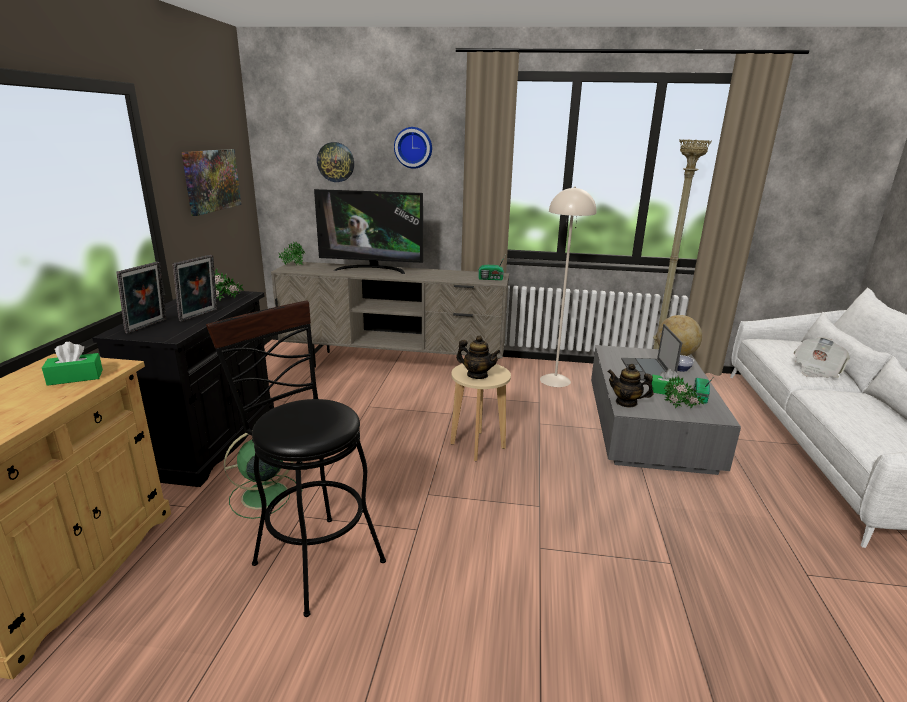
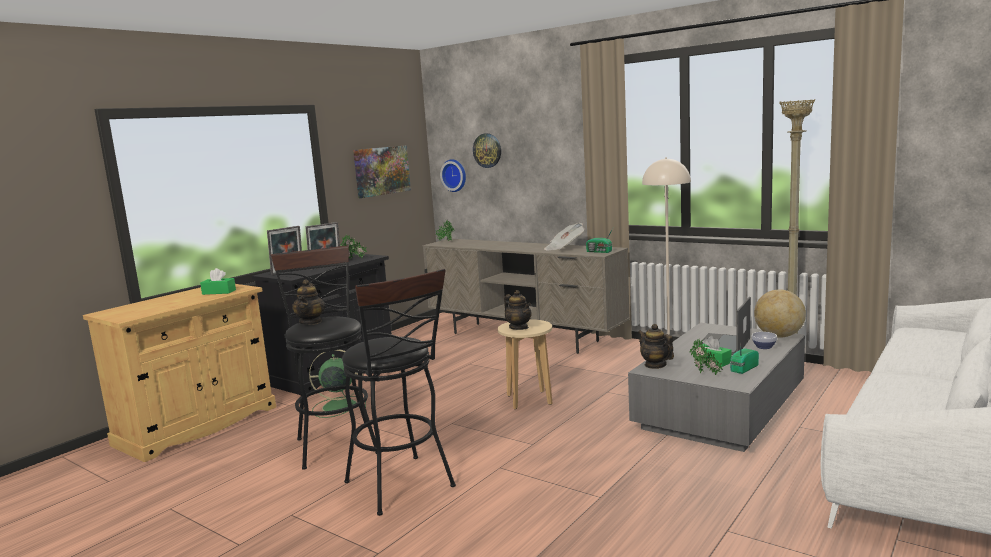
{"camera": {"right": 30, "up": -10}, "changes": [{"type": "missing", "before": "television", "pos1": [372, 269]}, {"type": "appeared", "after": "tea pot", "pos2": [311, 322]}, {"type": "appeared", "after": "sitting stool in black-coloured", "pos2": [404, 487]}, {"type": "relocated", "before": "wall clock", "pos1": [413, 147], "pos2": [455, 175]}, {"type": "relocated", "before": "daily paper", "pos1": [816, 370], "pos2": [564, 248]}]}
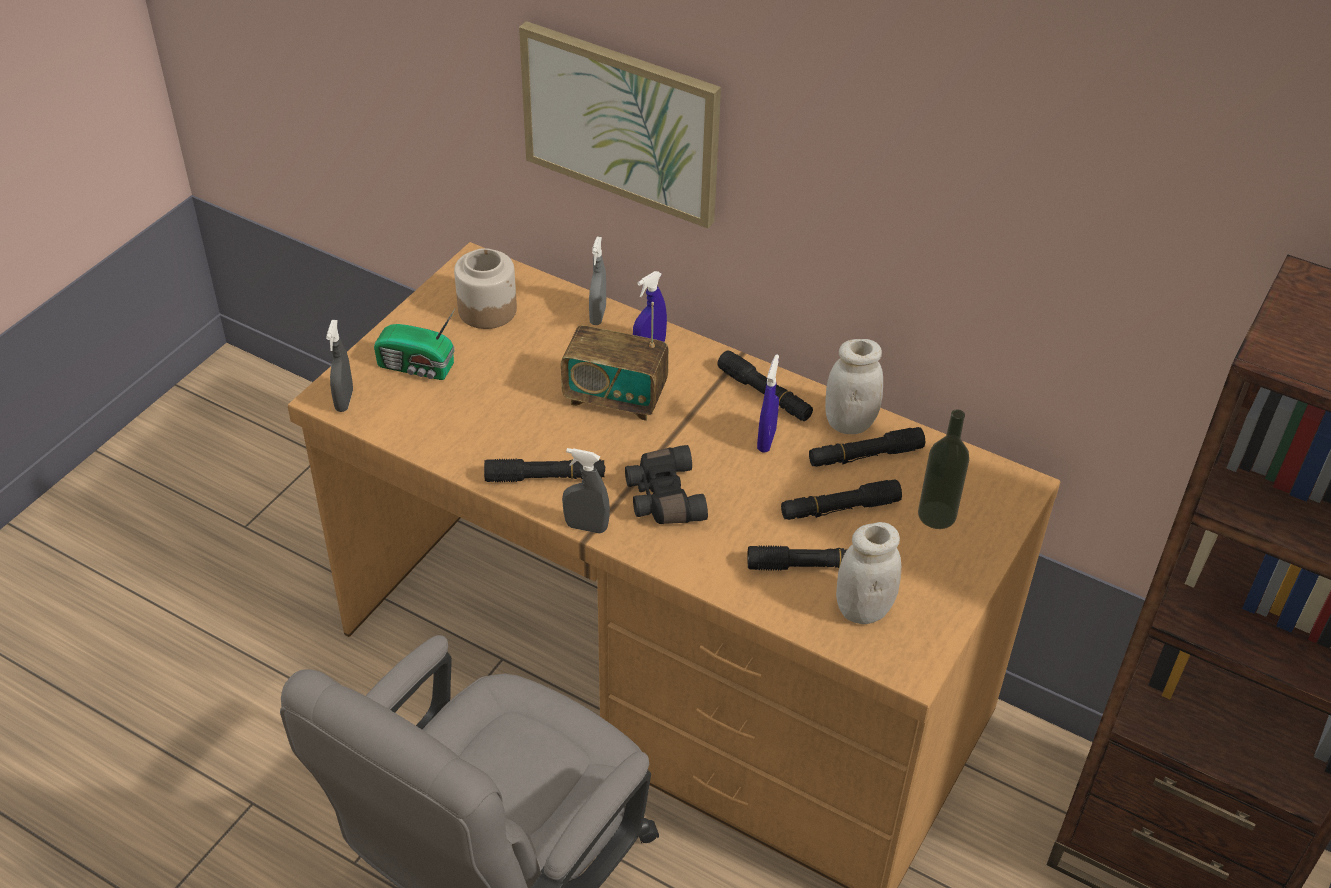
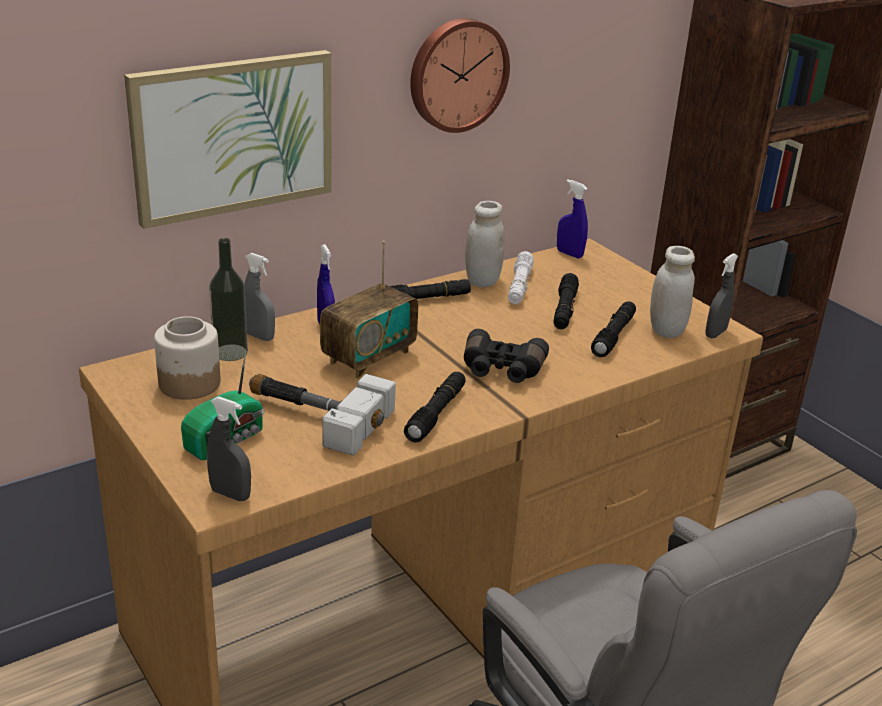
{"camera": {"right": -65, "up": -15}, "changes": [{"type": "appeared", "after": "hammer", "pos2": [314, 415]}, {"type": "appeared", "after": "wall clock", "pos2": [457, 74]}, {"type": "relocated", "before": "spray bottle in gray", "pos1": [586, 527], "pos2": [715, 333]}, {"type": "relocated", "before": "spray bottle in blue", "pos1": [766, 440], "pos2": [569, 254]}, {"type": "relocated", "before": "drink bottle", "pos1": [937, 515], "pos2": [230, 352]}, {"type": "colour", "before": "hand torch in black-coloured", "after": "hand torch in white-coloured", "pos1": [865, 456], "pos2": [519, 286]}]}
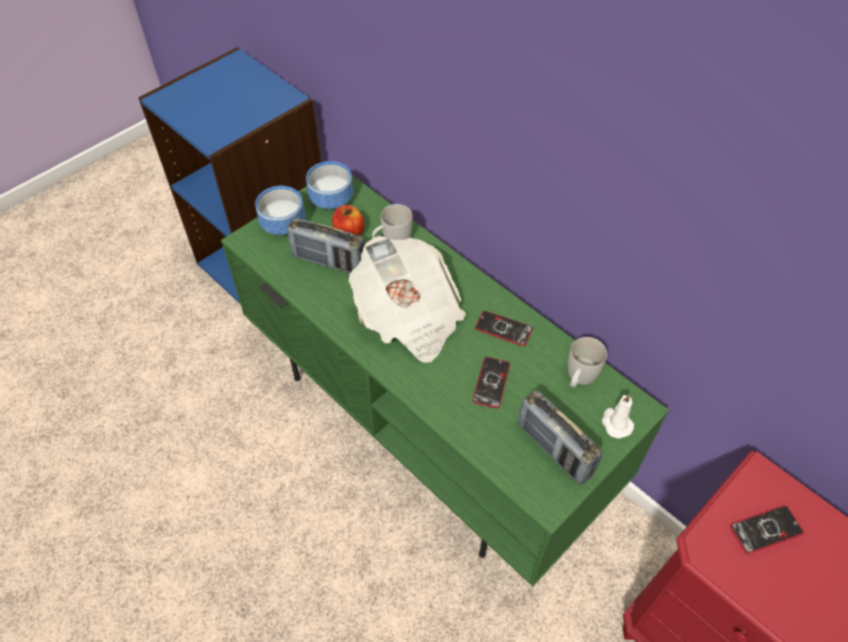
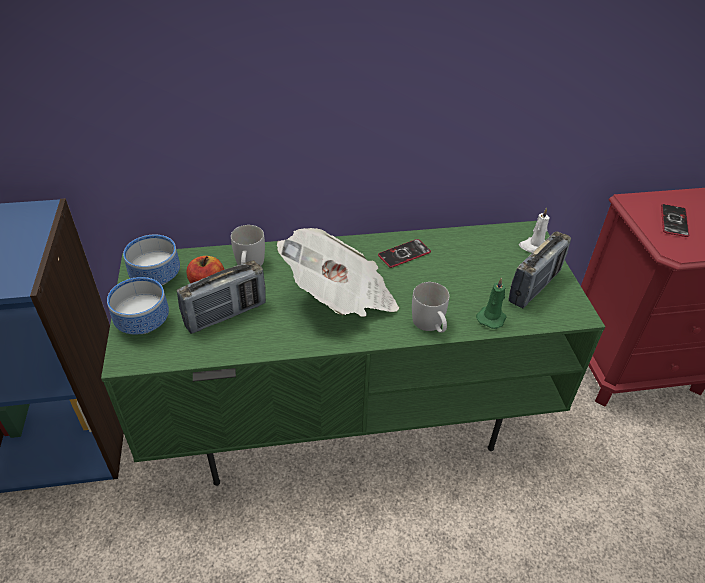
{"camera": {"right": -55, "up": -10}, "changes": [{"type": "missing", "before": "phone", "pos1": [491, 383]}, {"type": "appeared", "after": "wax candle in green-coloured", "pos2": [491, 317]}, {"type": "relocated", "before": "tea mug in white-coloured", "pos1": [579, 377], "pos2": [430, 325]}, {"type": "spun", "before": "radio set", "pos1": [554, 450], "pos2": [534, 286], "turn": -45}]}
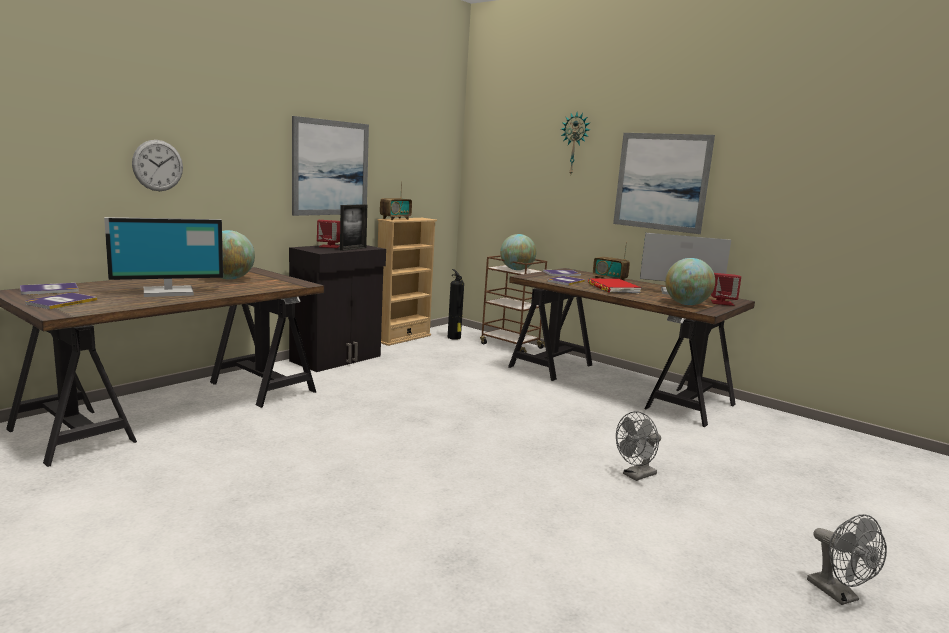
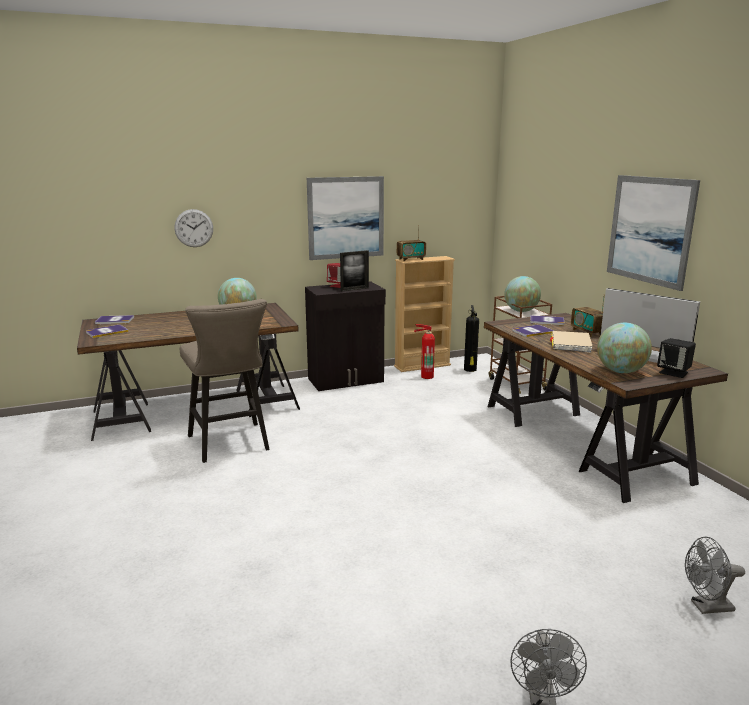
{"camera": {"right": 30, "up": 5}, "changes": [{"type": "missing", "before": "computer display", "pos1": [168, 292]}, {"type": "missing", "before": "wall clock", "pos1": [575, 144]}, {"type": "appeared", "after": "sitting stool in sand-coloured", "pos2": [231, 445]}, {"type": "appeared", "after": "fire-fighting cylinder", "pos2": [426, 376]}, {"type": "relocated", "before": "electric fan in gray", "pos1": [636, 476], "pos2": [706, 607]}, {"type": "colour", "before": "book in red", "after": "book in sand-coloured", "pos1": [613, 288], "pos2": [570, 344]}, {"type": "colour", "before": "loudspeaker in red", "after": "loudspeaker in black-coloured", "pos1": [722, 303], "pos2": [674, 372]}]}
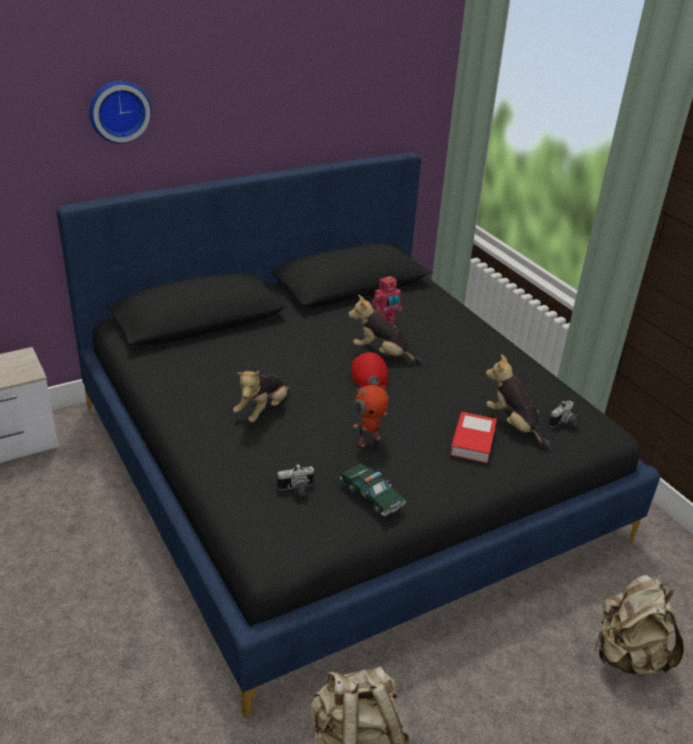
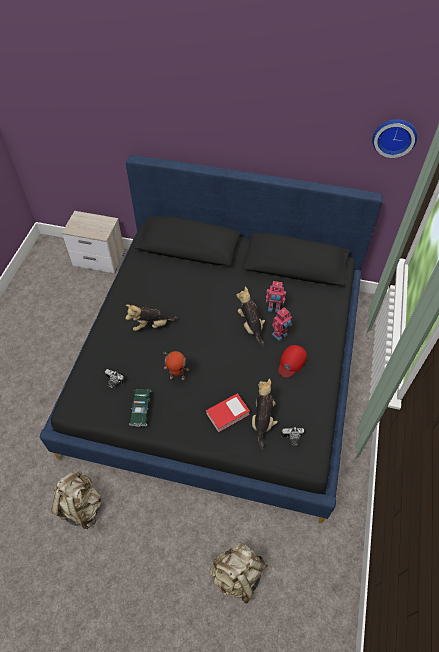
{"camera": {"right": 45, "up": 20}, "changes": [{"type": "appeared", "after": "model robot", "pos2": [280, 335]}, {"type": "relocated", "before": "wall clock", "pos1": [118, 110], "pos2": [394, 136]}, {"type": "relocated", "before": "baseball cap in red", "pos1": [370, 378], "pos2": [291, 362]}]}
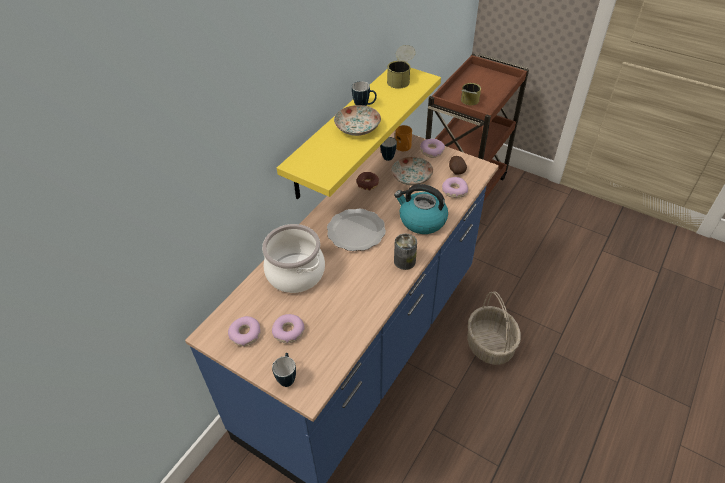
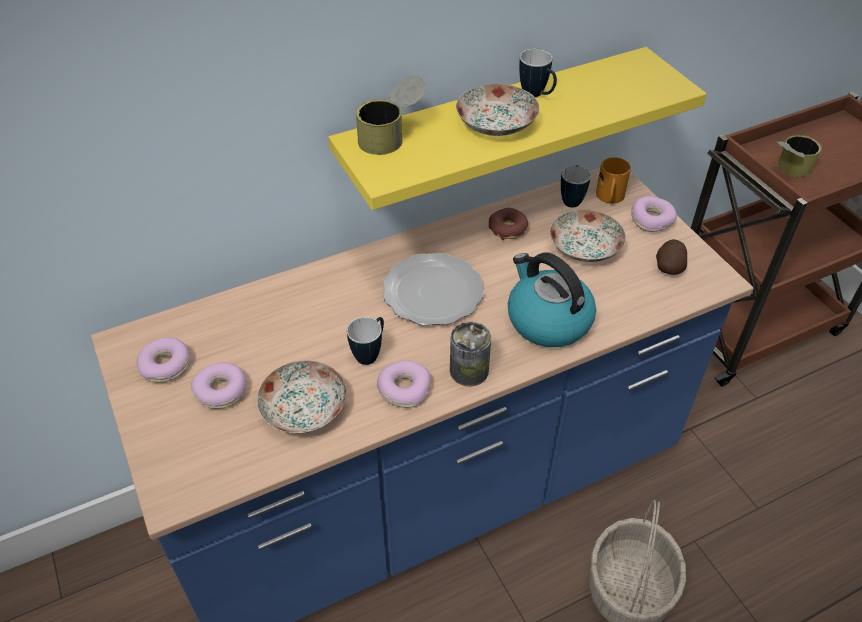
{"camera": {"right": 30, "up": 0}, "changes": [{"type": "missing", "before": "saucepot", "pos1": [295, 273]}, {"type": "appeared", "after": "plate", "pos2": [305, 409]}, {"type": "relocated", "before": "tea mug", "pos1": [287, 377], "pos2": [370, 353]}, {"type": "relocated", "before": "sealed can", "pos1": [401, 78], "pos2": [392, 137]}, {"type": "relocated", "before": "doughnut", "pos1": [454, 191], "pos2": [404, 389]}]}
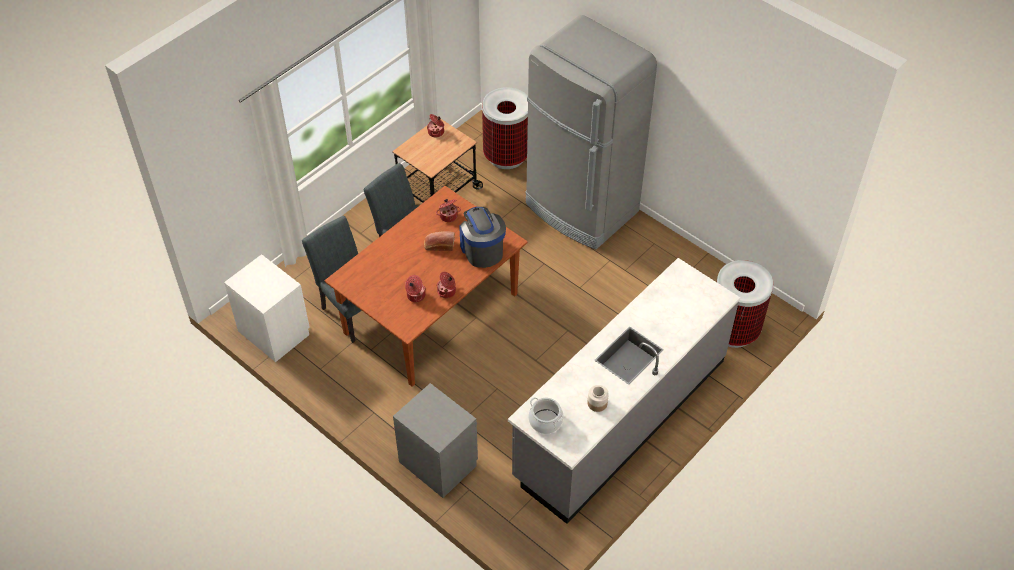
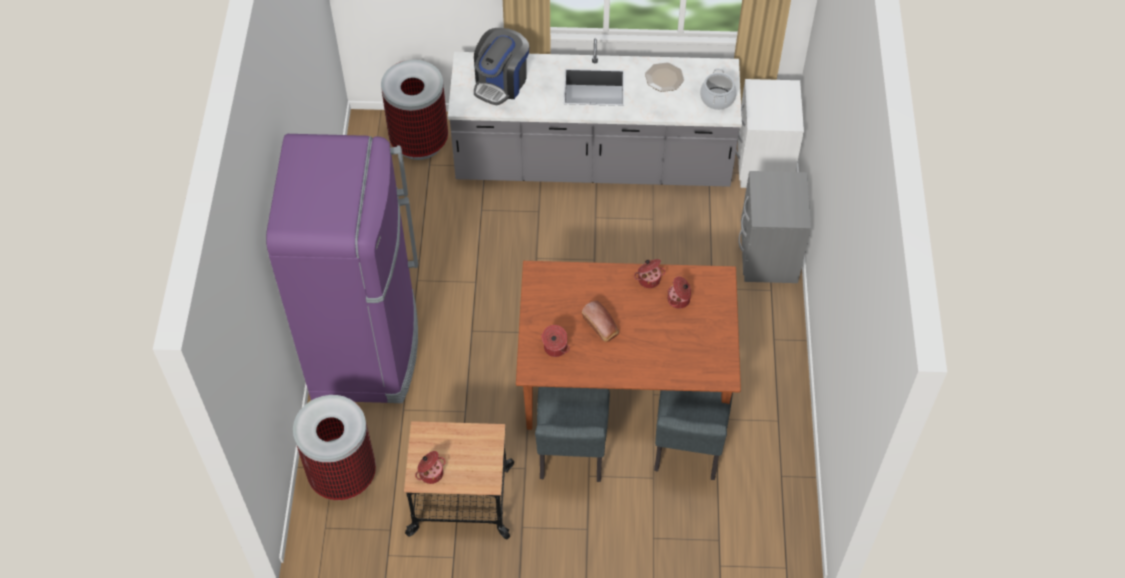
{"camera": {"right": -130, "up": 5}, "changes": [{"type": "relocated", "before": "bedside table in white-coloured", "pos1": [275, 332], "pos2": [762, 163]}, {"type": "relocated", "before": "coffee maker", "pos1": [482, 249], "pos2": [501, 82]}, {"type": "exchanged", "before": "preserve jar", "after": "plate", "pos1": [597, 403], "pos2": [664, 78]}, {"type": "colour", "before": "kitchen fridge in gray", "after": "kitchen fridge in purple-coloured", "pos1": [581, 209], "pos2": [366, 349]}]}
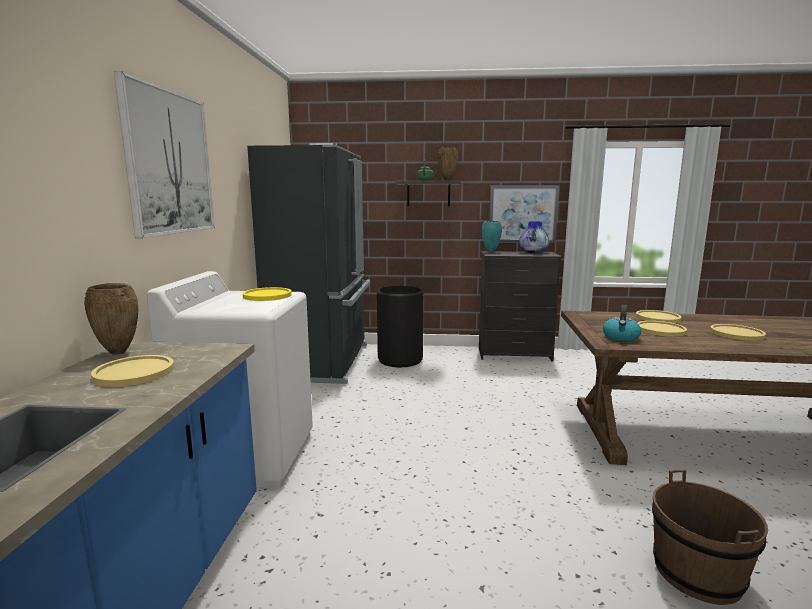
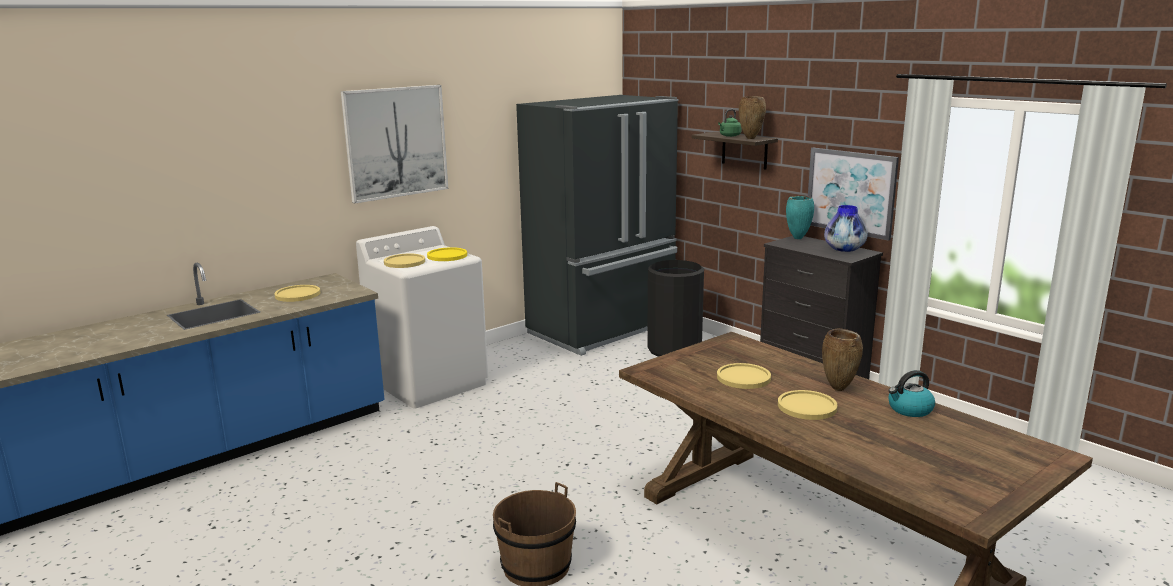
{"camera": {"right": 45, "up": 5}, "changes": [{"type": "relocated", "before": "decorative vase in brownish", "pos1": [119, 352], "pos2": [839, 389]}, {"type": "relocated", "before": "kettle", "pos1": [621, 337], "pos2": [909, 410]}, {"type": "relocated", "before": "plate in yellow-coloured", "pos1": [657, 318], "pos2": [404, 262]}]}
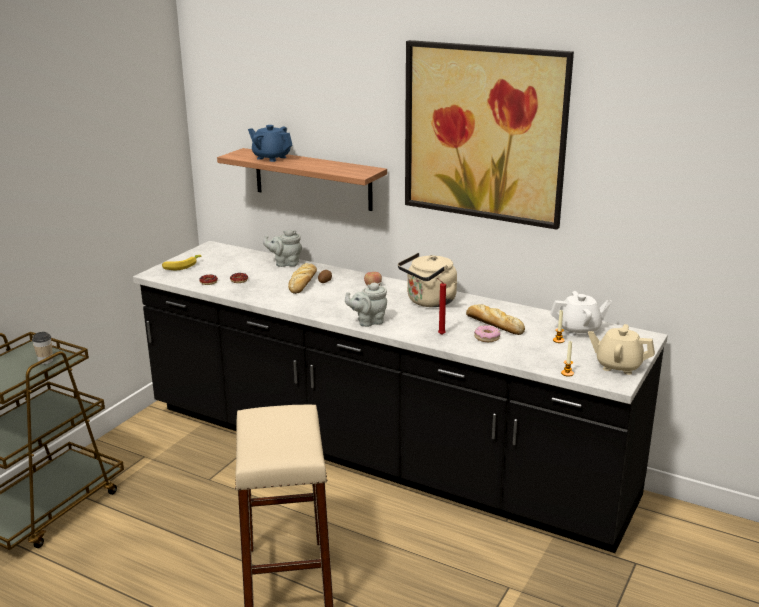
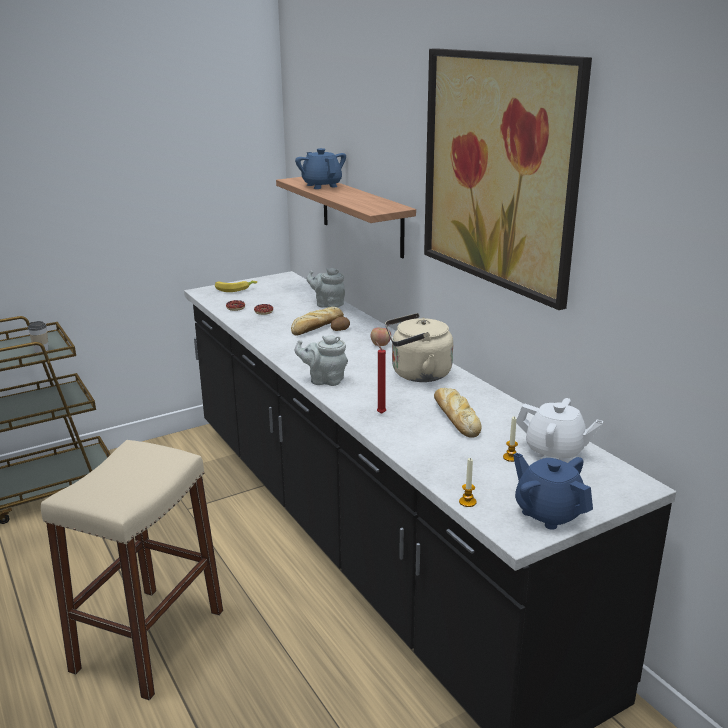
{"camera": {"right": 30, "up": 0}, "changes": [{"type": "missing", "before": "doughnut", "pos1": [486, 337]}, {"type": "colour", "before": "tea pot in sand-coloured", "after": "tea pot in blue", "pos1": [618, 366], "pos2": [548, 513]}]}
